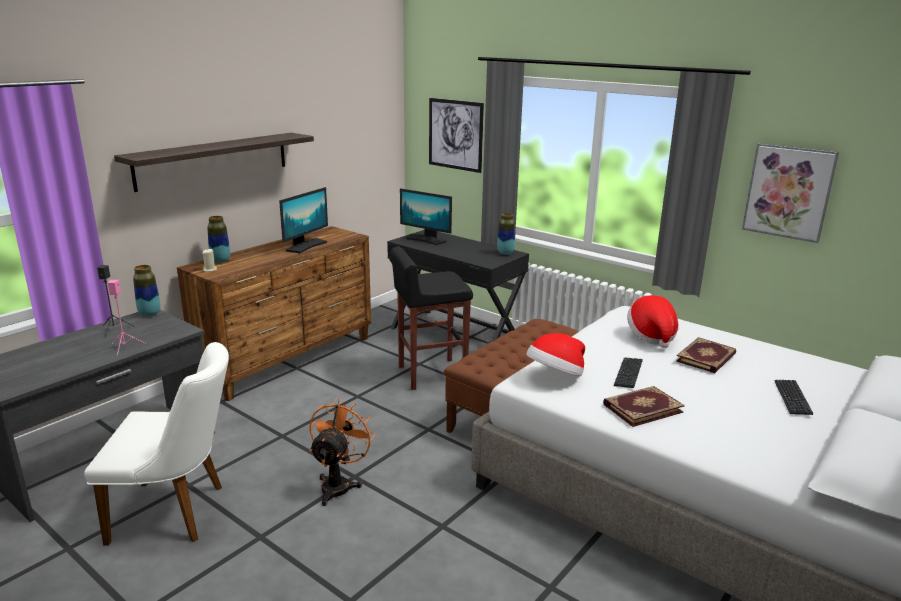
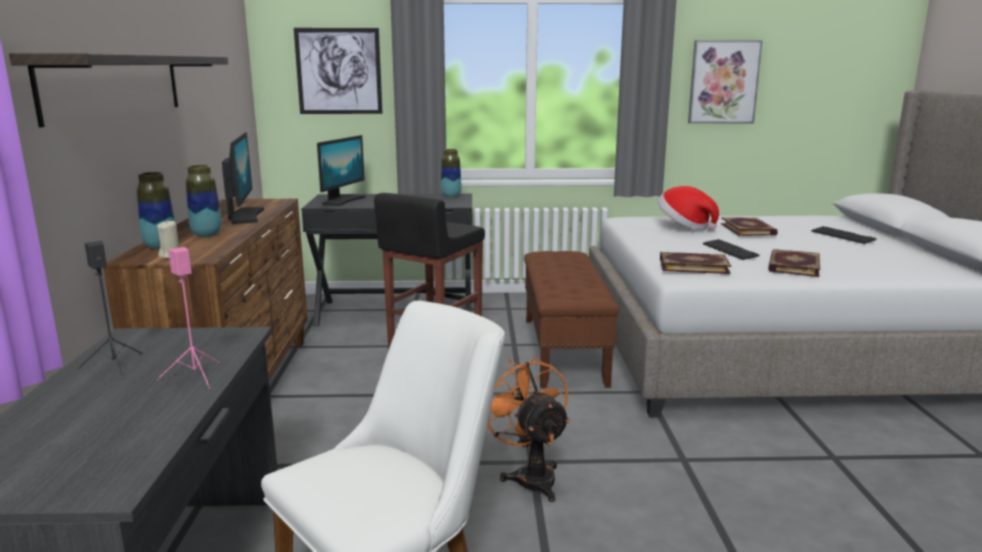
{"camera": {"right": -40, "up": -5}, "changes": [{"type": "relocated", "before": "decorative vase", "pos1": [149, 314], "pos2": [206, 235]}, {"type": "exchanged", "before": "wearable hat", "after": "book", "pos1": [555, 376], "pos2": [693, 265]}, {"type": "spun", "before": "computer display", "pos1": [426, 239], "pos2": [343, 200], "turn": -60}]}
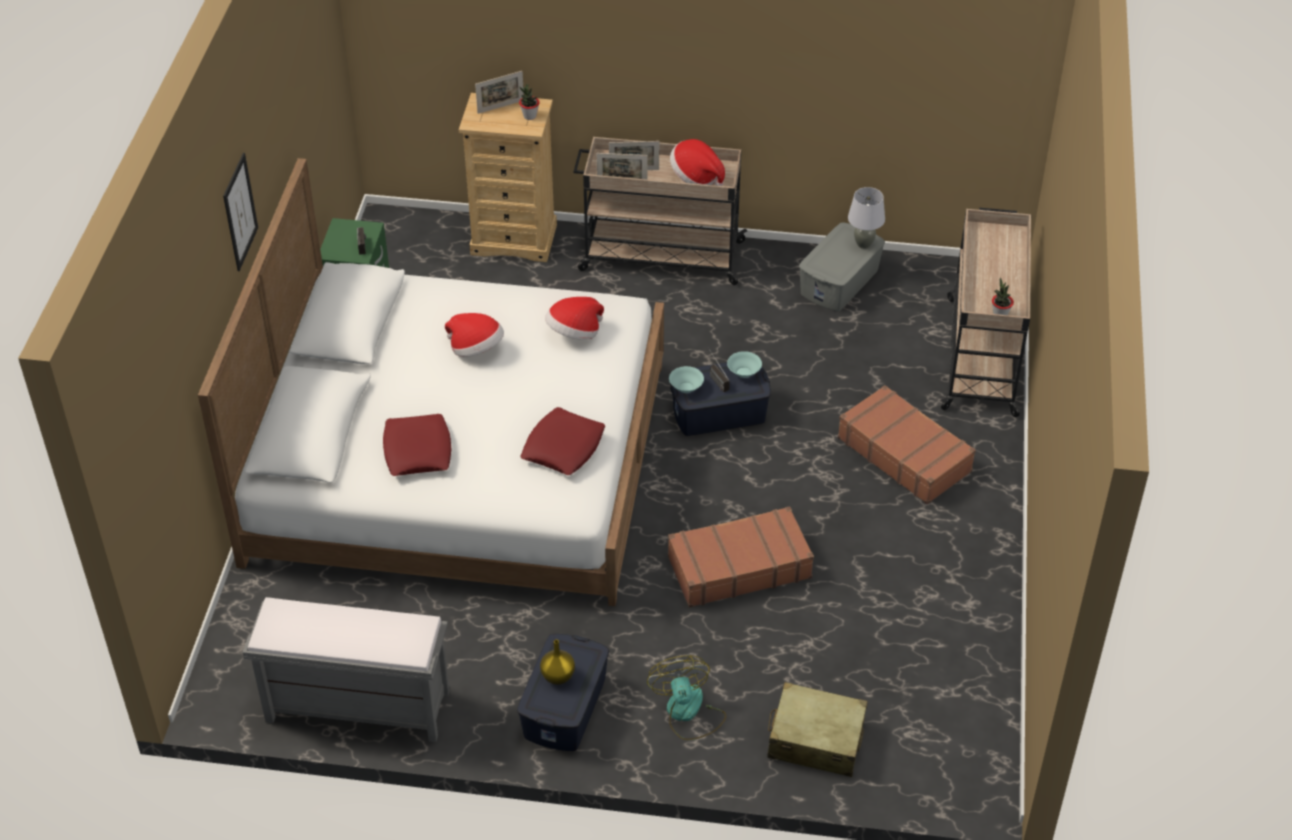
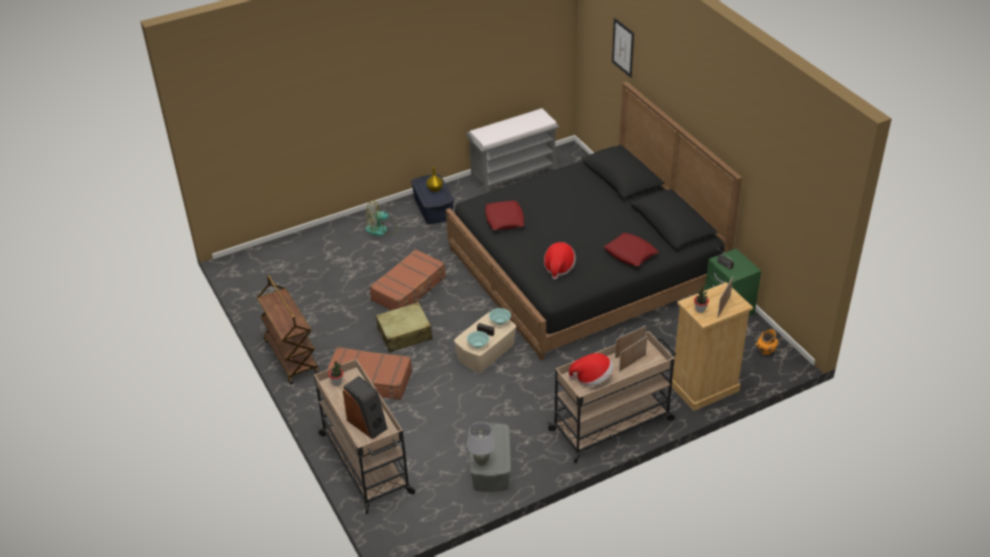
{"camera": {"right": 145, "up": -5}, "changes": [{"type": "missing", "before": "wearable hat", "pos1": [476, 349]}, {"type": "appeared", "after": "cart in brownish", "pos2": [291, 357]}, {"type": "appeared", "after": "loudspeaker", "pos2": [367, 423]}, {"type": "appeared", "after": "decorative vase in orangey", "pos2": [765, 351]}, {"type": "relocated", "before": "picture", "pos1": [240, 212], "pos2": [623, 47]}, {"type": "relocated", "before": "cushion in red", "pos1": [417, 450], "pos2": [630, 253]}, {"type": "relocated", "before": "suitcase in sand-coloured", "pos1": [815, 740], "pos2": [405, 334]}, {"type": "colour", "before": "bed in white-coloured", "after": "bed in black-coloured", "pos1": [459, 460], "pos2": [585, 267]}, {"type": "colour", "before": "storage box in blue", "after": "storage box in sand-coloured", "pos1": [719, 413], "pos2": [485, 352]}, {"type": "spun", "before": "electric fan", "pos1": [688, 713], "pos2": [381, 229], "turn": 120}]}
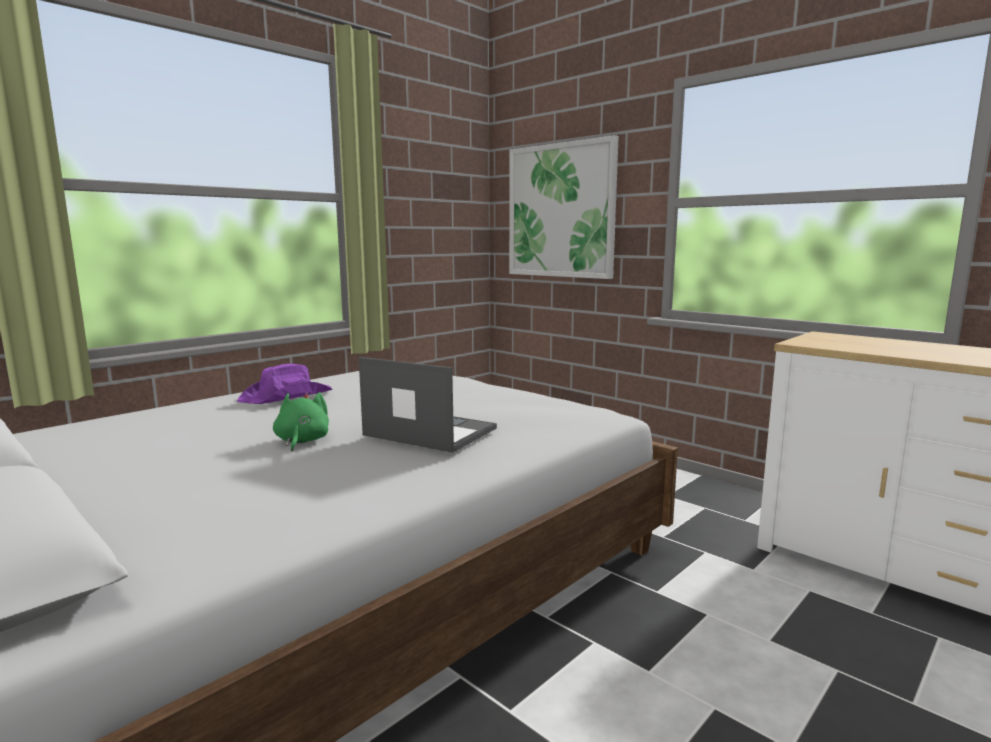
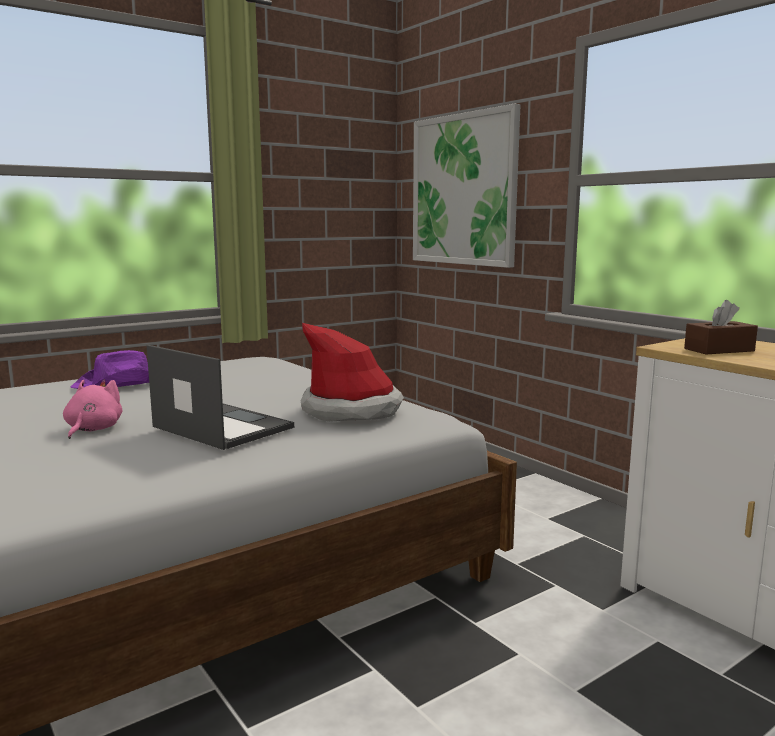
{"camera": {"right": 10, "up": 0}, "changes": [{"type": "appeared", "after": "wearable hat", "pos2": [351, 409]}, {"type": "appeared", "after": "box of tissues in brownish", "pos2": [719, 350]}, {"type": "colour", "before": "cuddly toy in green-coloured", "after": "cuddly toy in pink-coloured", "pos1": [301, 441], "pos2": [92, 429]}]}
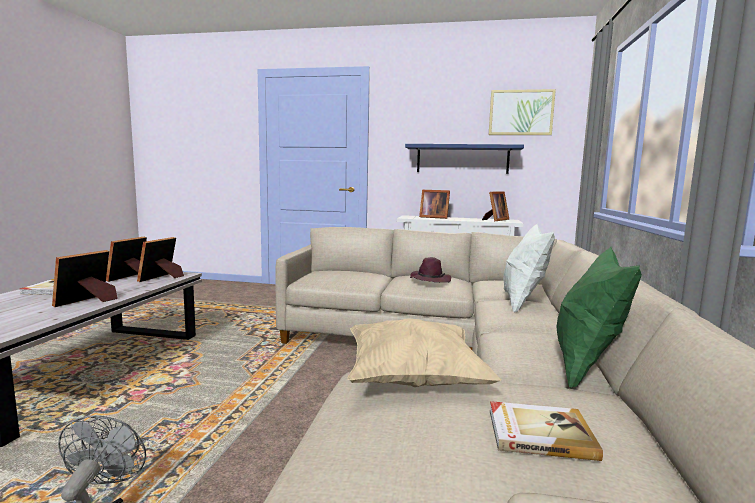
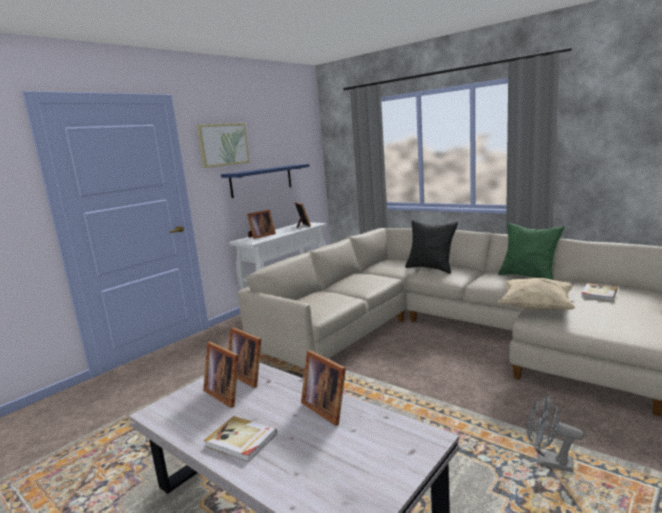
{"camera": {"right": -60, "up": 5}, "changes": [{"type": "missing", "before": "wearable hat in purple-coloured", "pos1": [430, 280]}, {"type": "relocated", "before": "picture", "pos1": [521, 112], "pos2": [223, 144]}, {"type": "colour", "before": "cushion in white-coloured", "after": "cushion in black-coloured", "pos1": [523, 302], "pos2": [431, 268]}]}
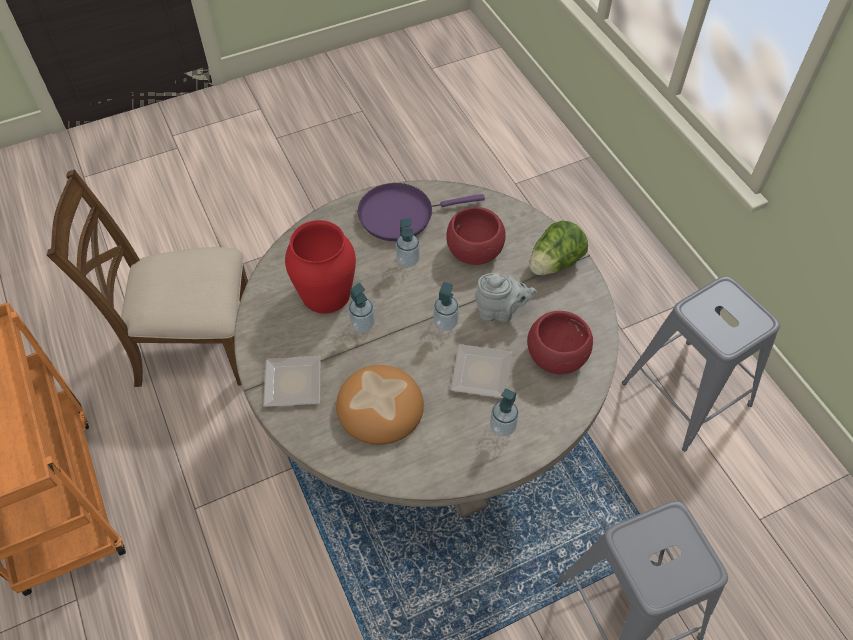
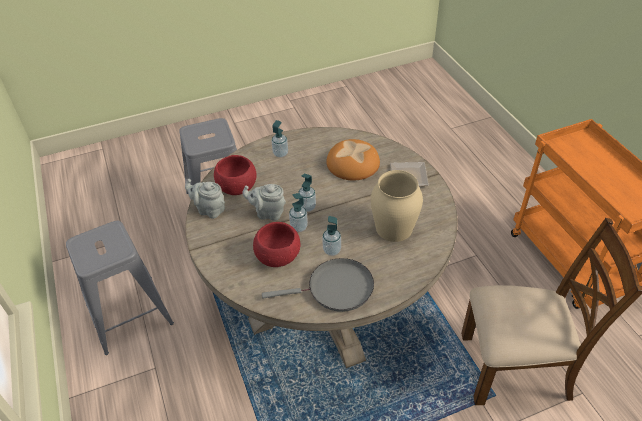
{"camera": {"right": -175, "up": -10}, "changes": [{"type": "missing", "before": "plate", "pos1": [479, 374]}, {"type": "missing", "before": "lettuce head", "pos1": [554, 263]}, {"type": "appeared", "after": "tea pot in gray", "pos2": [209, 210]}, {"type": "relocated", "before": "liquid soap bottle", "pos1": [362, 324], "pos2": [299, 227]}, {"type": "colour", "before": "decorative vase in red", "after": "decorative vase in sand-coloured", "pos1": [326, 293], "pos2": [393, 228]}, {"type": "colour", "before": "pan in purple-coloured", "after": "pan in gray", "pos1": [401, 214], "pos2": [336, 289]}]}
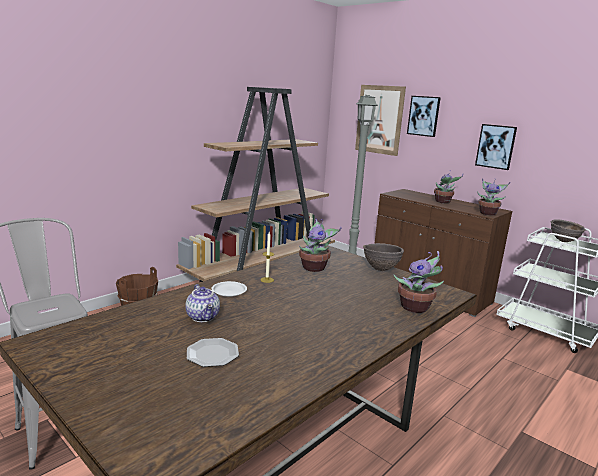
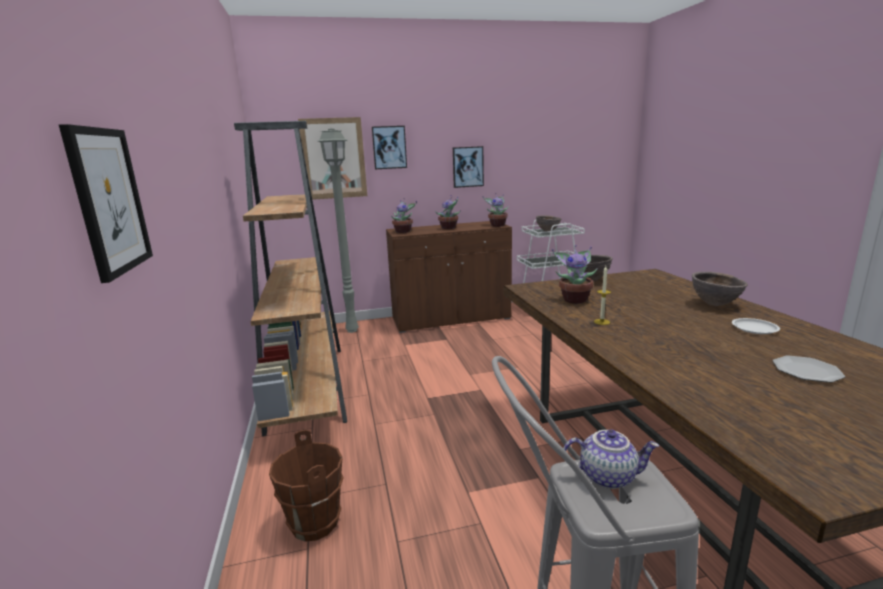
{"camera": {"right": -55, "up": 0}, "changes": [{"type": "appeared", "after": "picture", "pos2": [109, 201]}, {"type": "appeared", "after": "deep dish in brownish", "pos2": [715, 304]}, {"type": "relocated", "before": "tea pot", "pos1": [203, 317], "pos2": [607, 476]}, {"type": "relocated", "before": "plate in white-coloured", "pos1": [229, 291], "pos2": [754, 328]}, {"type": "relocated", "before": "plant in a pot", "pos1": [416, 308], "pos2": [404, 231]}]}
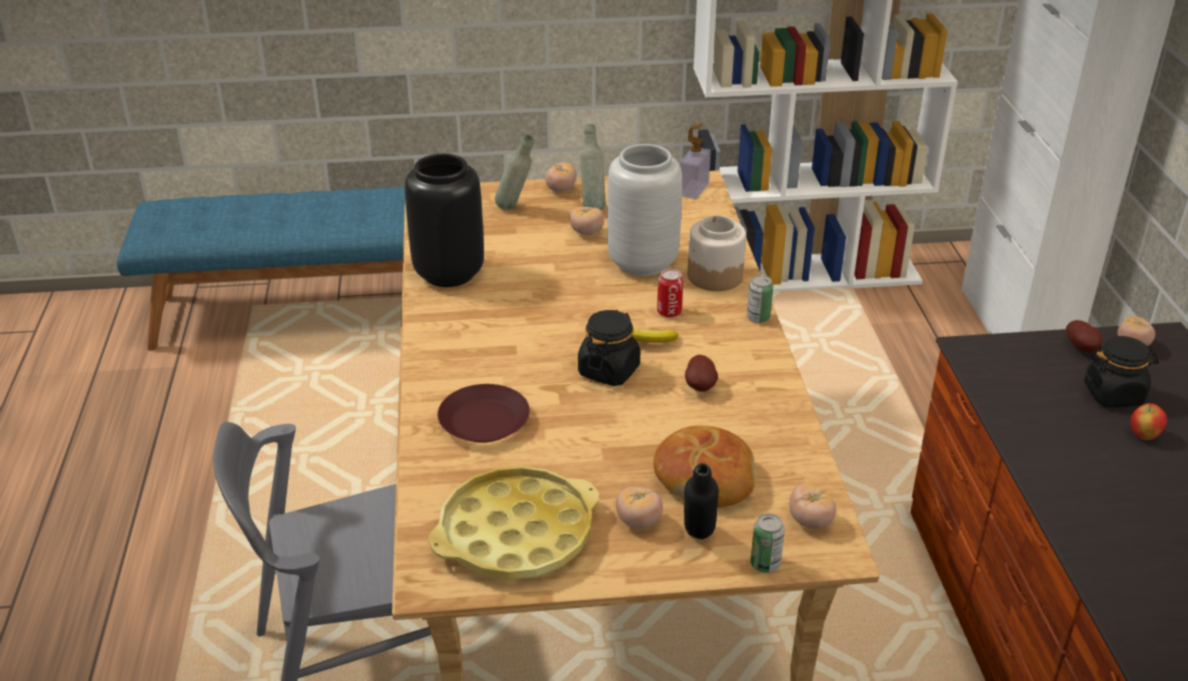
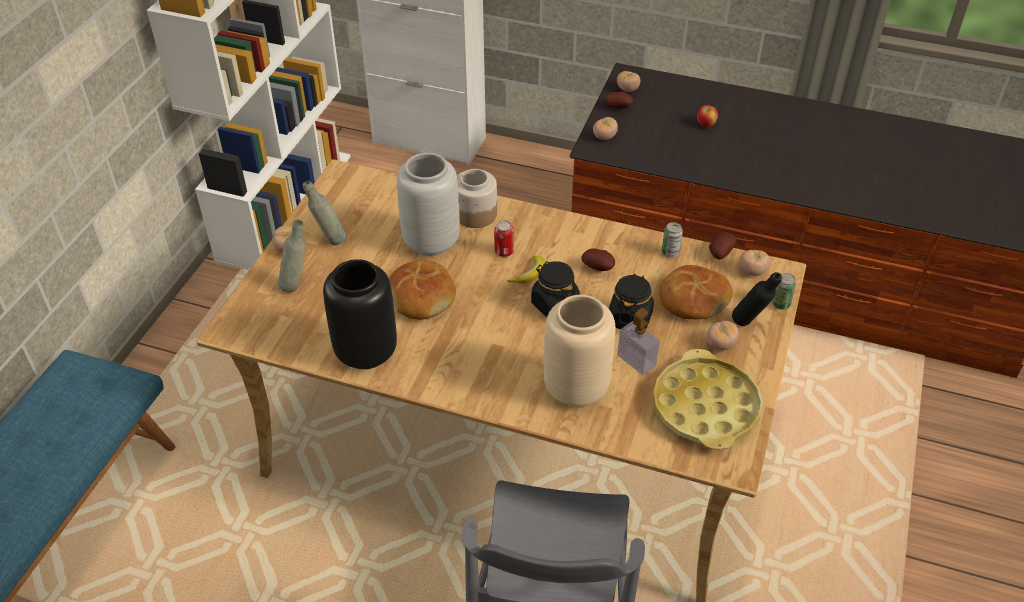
{"camera": {"right": -65, "up": 10}, "changes": [{"type": "appeared", "after": "baked bread", "pos2": [423, 297]}, {"type": "appeared", "after": "spud", "pos2": [719, 253]}, {"type": "relocated", "before": "whole tomato", "pos1": [586, 232], "pos2": [604, 137]}, {"type": "relocated", "before": "liquid soap bottle", "pos1": [693, 190], "pos2": [636, 360]}, {"type": "relocated", "before": "sealed can", "pos1": [758, 318], "pos2": [670, 253]}, {"type": "relocated", "before": "preserve jar in black-coloured", "pos1": [1113, 394], "pos2": [629, 318]}, {"type": "exchanged", "before": "plate in brownish", "after": "decorative vase in sand-coloured", "pos1": [485, 421], "pos2": [576, 387]}]}
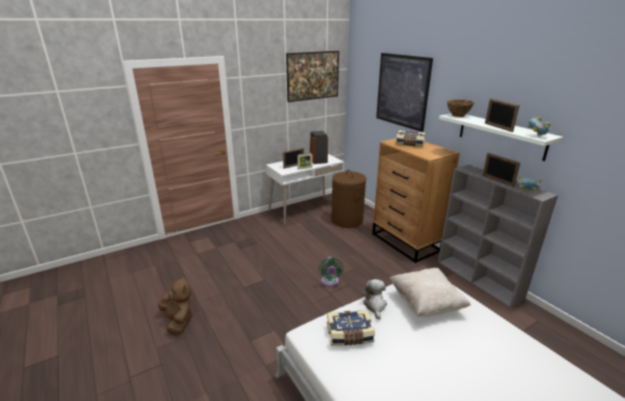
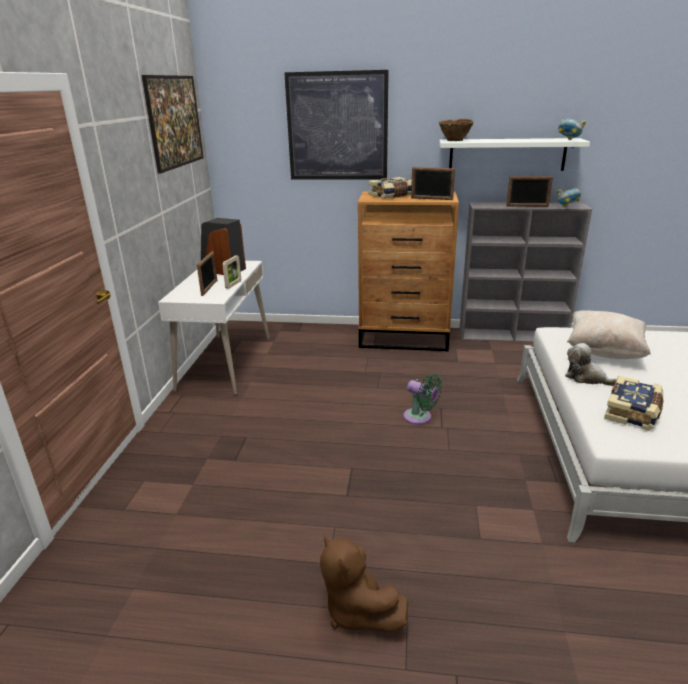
{"camera": {"right": -50, "up": 0}, "changes": [{"type": "missing", "before": "laundry basket in brownish", "pos1": [347, 220]}, {"type": "relocated", "before": "photo frame", "pos1": [498, 127], "pos2": [431, 199]}, {"type": "spun", "before": "cuddly toy in brownish", "pos1": [178, 321], "pos2": [356, 609], "turn": -135}]}
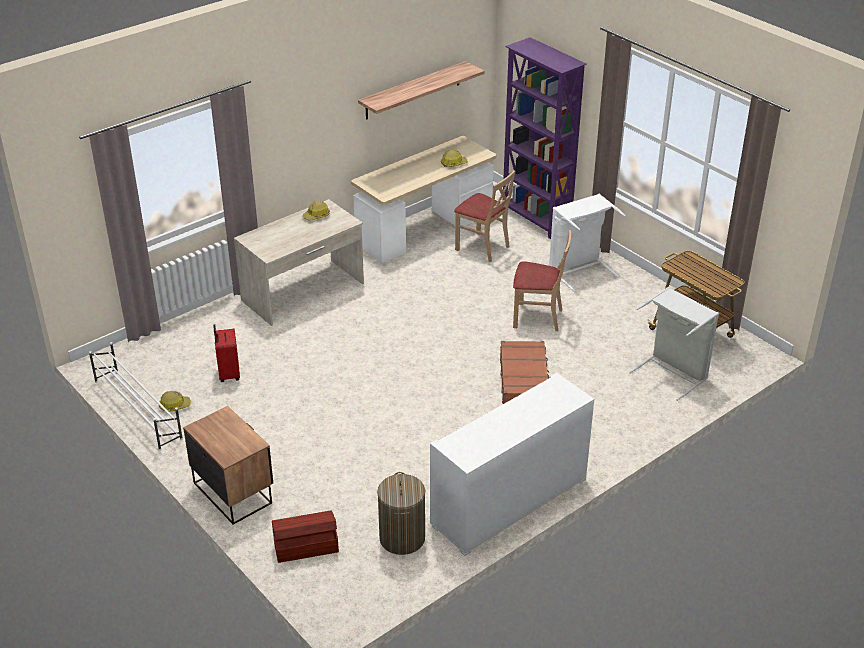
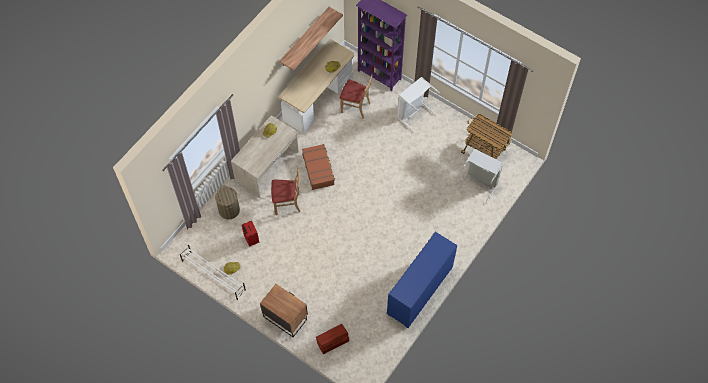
{"camera": {"right": -15, "up": 25}, "changes": [{"type": "relocated", "before": "laundry basket", "pos1": [402, 538], "pos2": [229, 210]}, {"type": "relocated", "before": "suitcase in brownish", "pos1": [524, 382], "pos2": [318, 169]}, {"type": "relocated", "before": "chair in sand-coloured", "pos1": [537, 318], "pos2": [287, 203]}, {"type": "colour", "before": "storage cabinet in white-coloured", "after": "storage cabinet in blue", "pos1": [509, 502], "pos2": [420, 290]}]}
